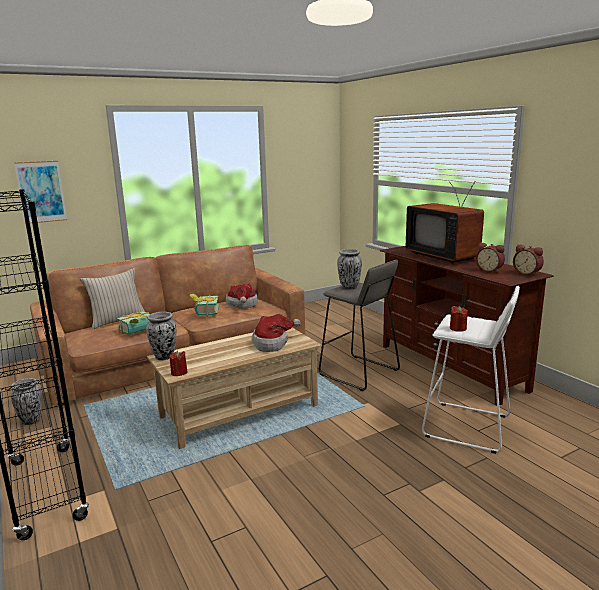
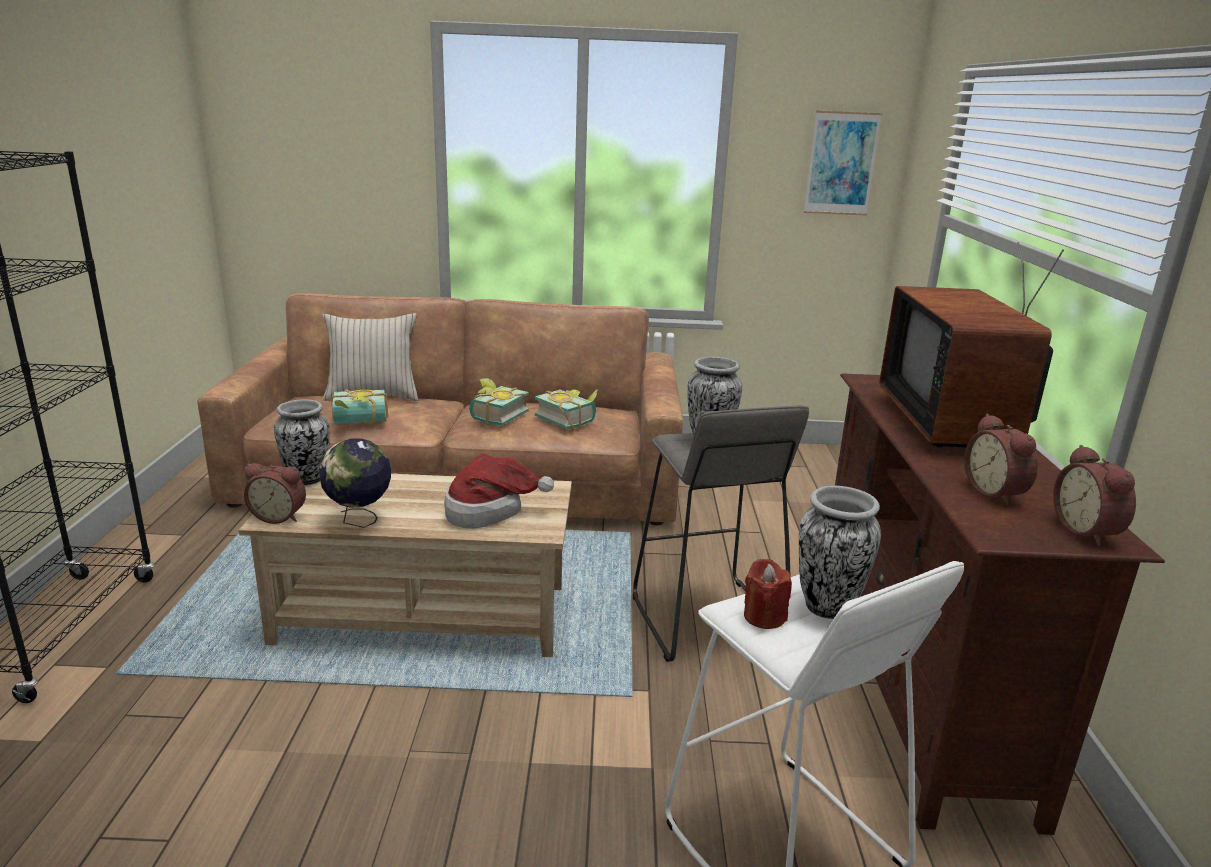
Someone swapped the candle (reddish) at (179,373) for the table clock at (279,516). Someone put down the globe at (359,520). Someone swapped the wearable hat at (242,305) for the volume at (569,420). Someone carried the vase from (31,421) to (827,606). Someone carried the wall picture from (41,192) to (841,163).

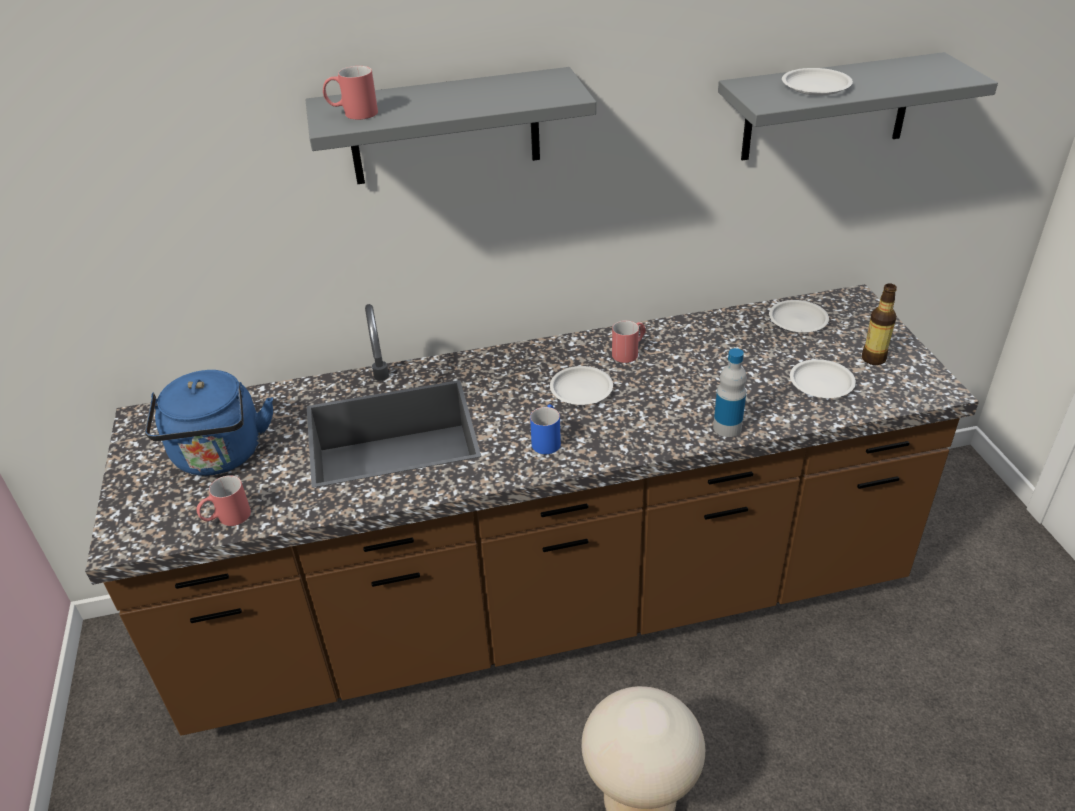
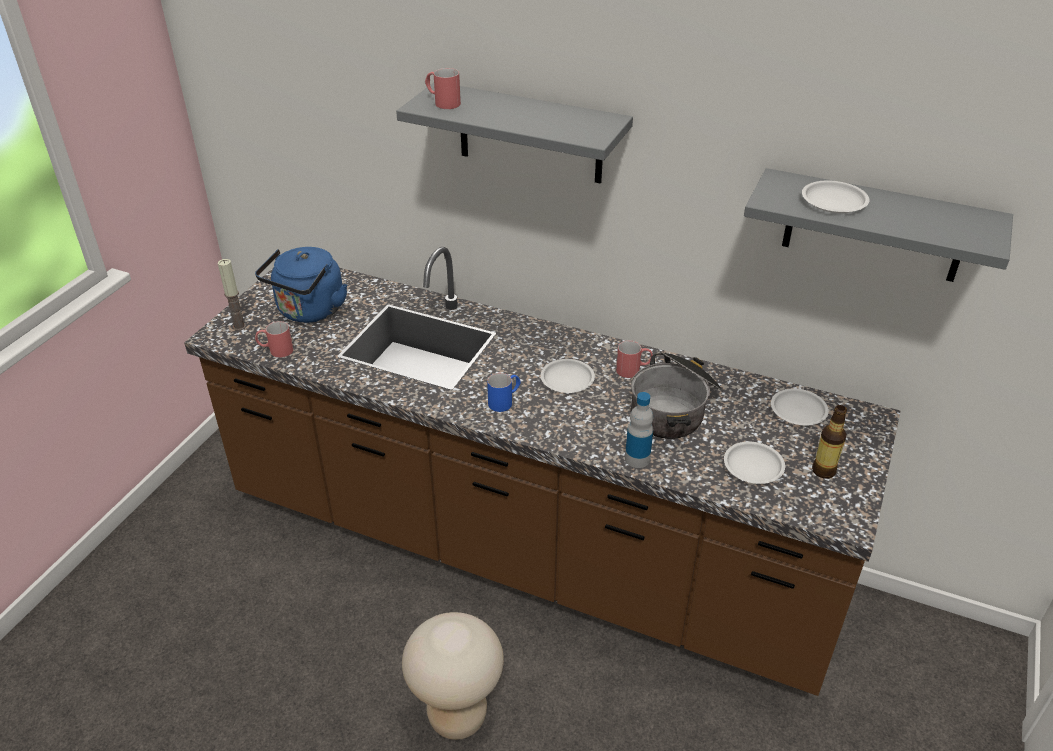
Someone put down the candle at (239,326). Someone put down the saucepot at (675,409).

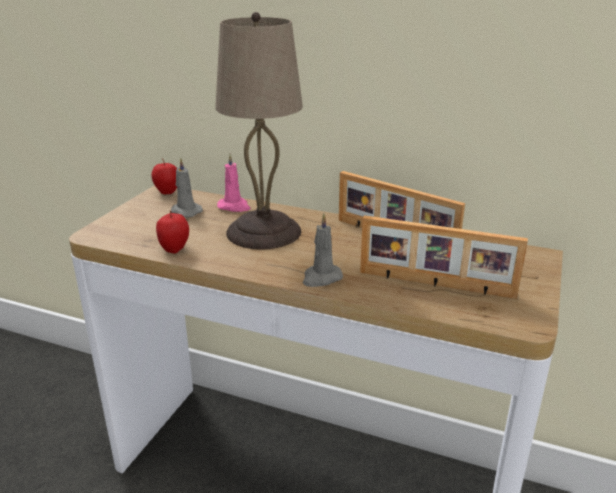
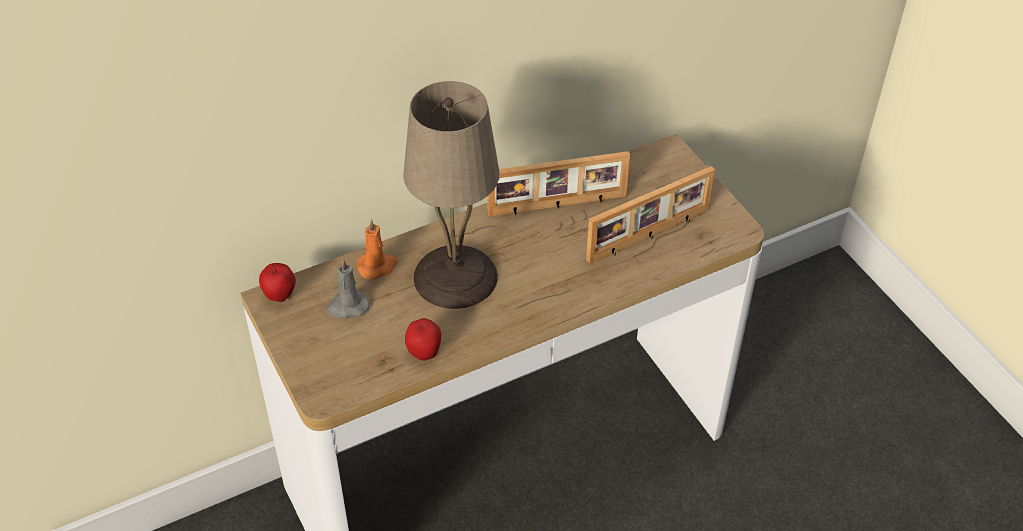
Someone repainted the candle (pink) at (234,207), which became the candle (orange) at (378,266). Someone took away the candle (gray) at (321,278).

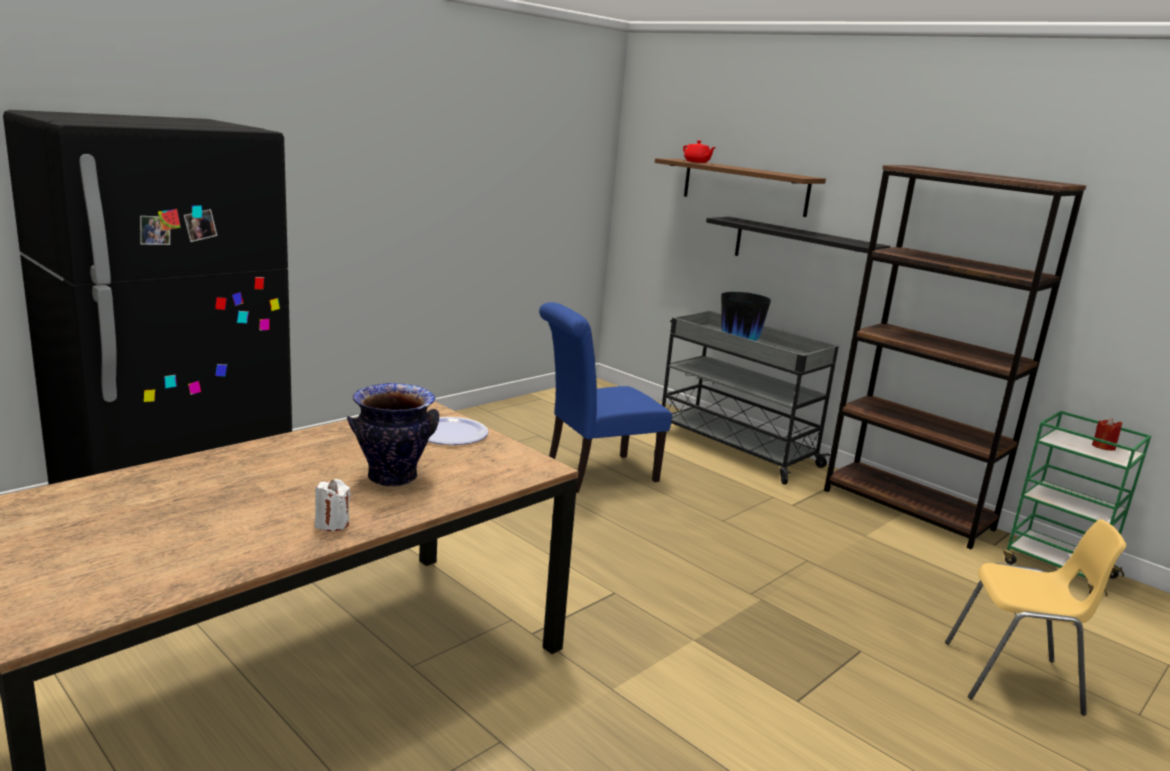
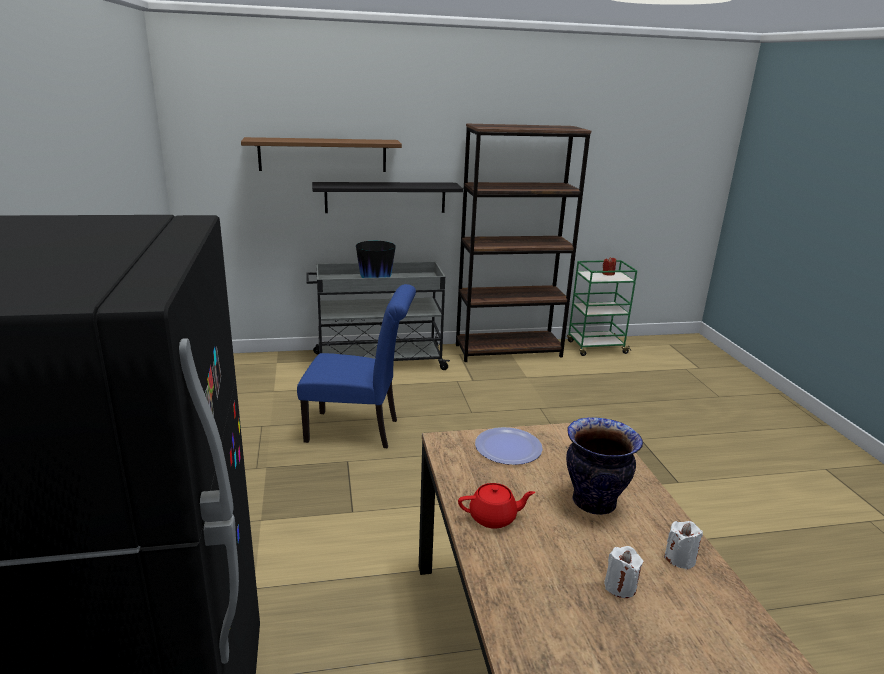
Someone rotated the plain chair (blue) at (594,474) by 90 degrees counterclockwise. Someone carried the pot for tea (reddish) from (697,162) to (493,517). Someone put down the candle (white) at (620,586). Someone took away the plain chair (yellow) at (1013,679).

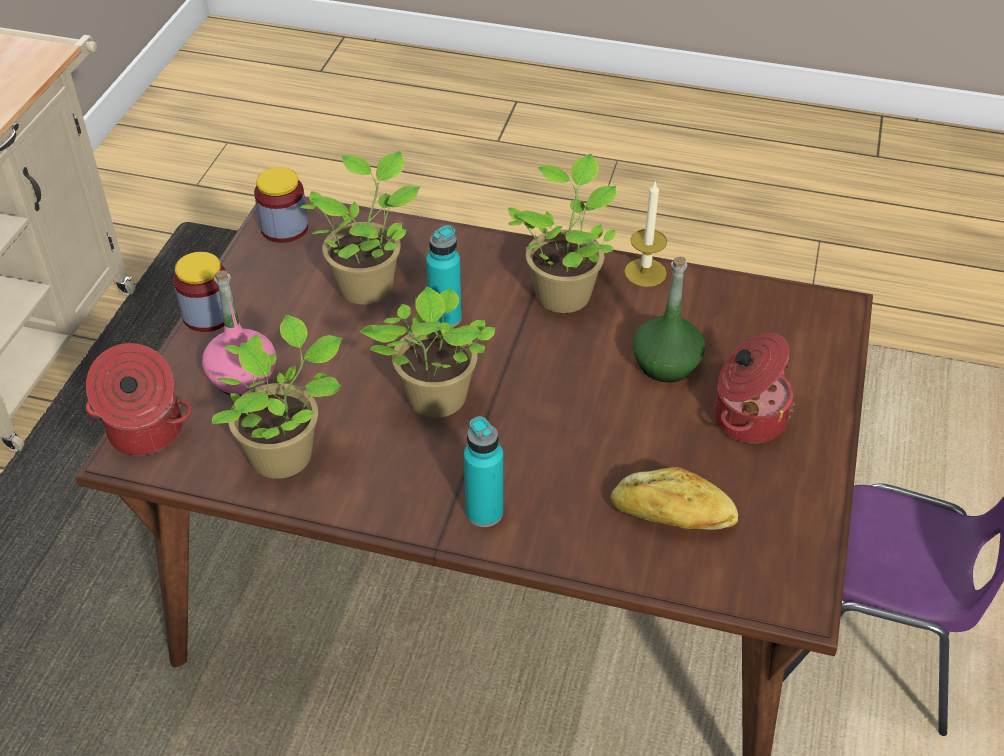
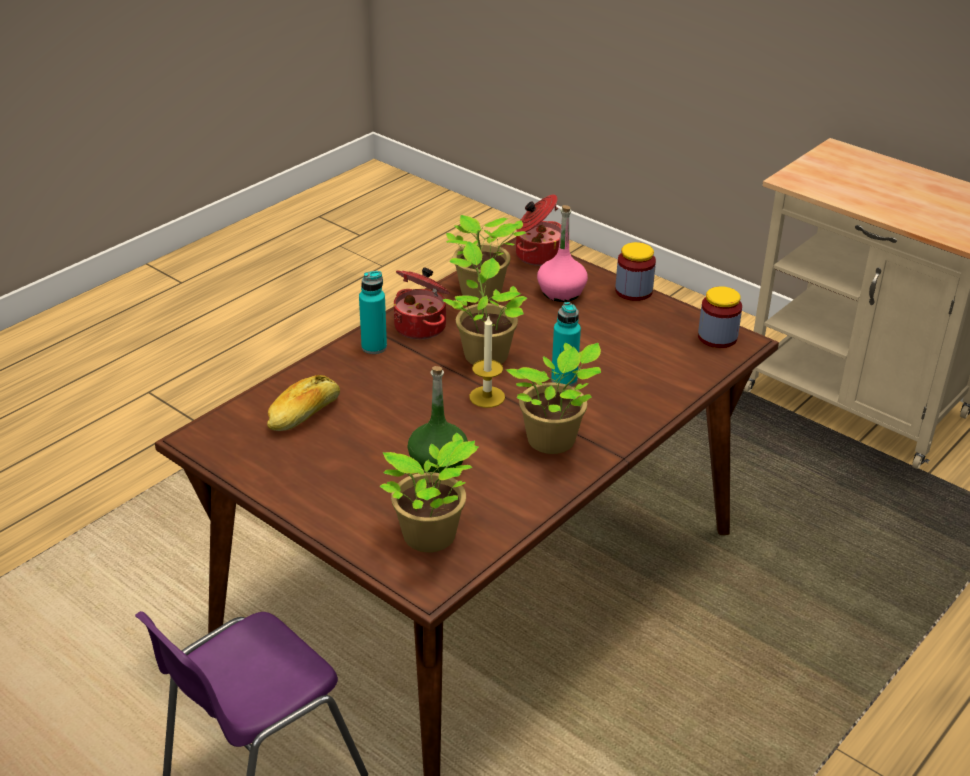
Someone carried the houseplant from (368,285) to (431,538). Someone carried the saucepot from (746,418) to (421,326). Someone carried the candle from (645,272) to (487,397).

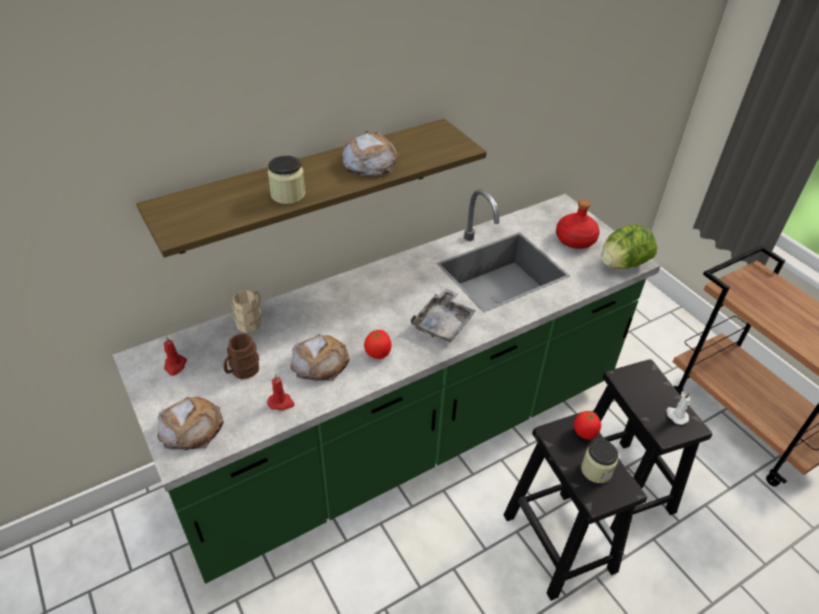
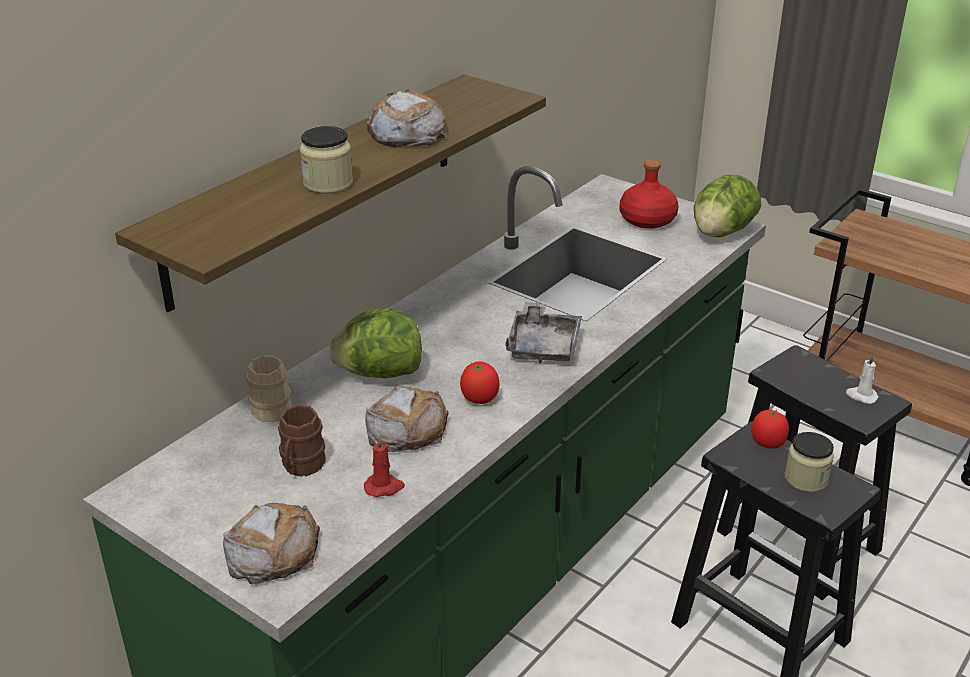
Someone put down the head of lettuce at (379,374). Someone took away the candle (reddish) at (175,366).

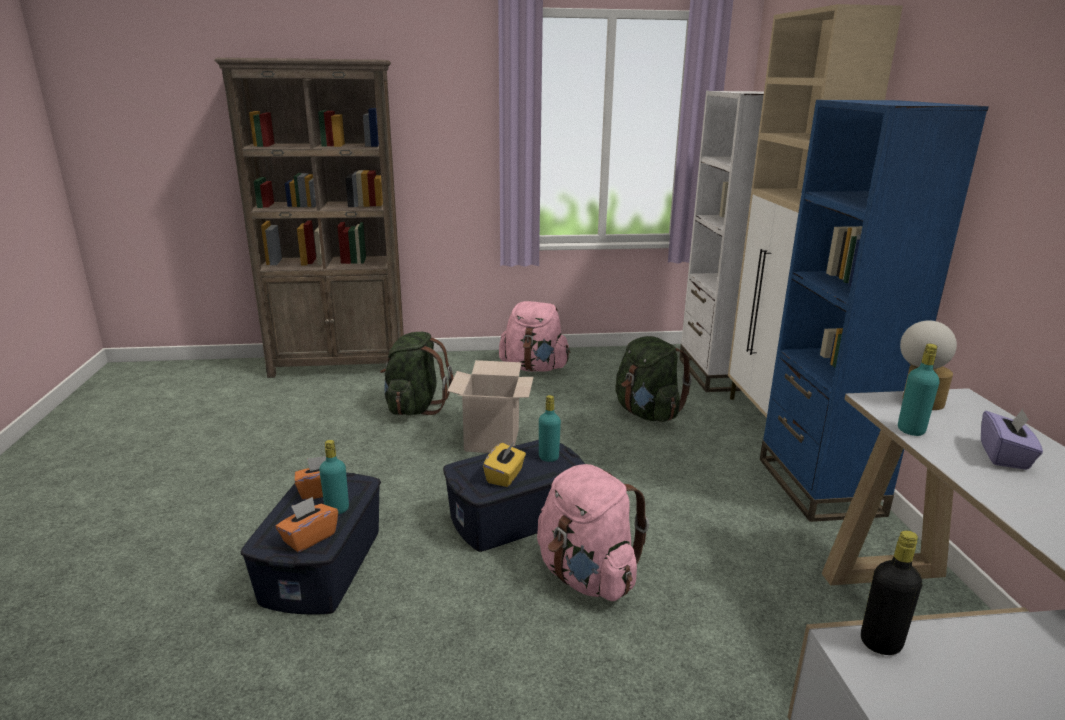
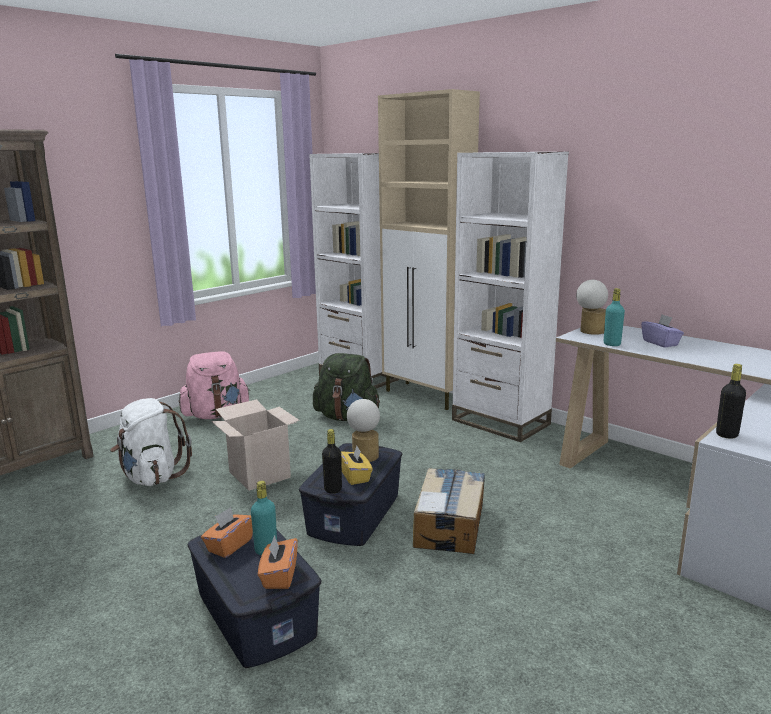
Someone repainted the knapsack (greenish) at (415,407), which became the knapsack (white) at (152,477). Someone put down the drink bottle (blackish) at (333,489). Someone swapped the drink bottle (turquoise-coloured) at (548,457) for the lamp for a table at (365,454). Someone swapped the knapsack (pink) at (587,576) for the carton at (450,525). Someone repainted the bookshelf (blue) at (819,486), which became the bookshelf (white) at (500,422).

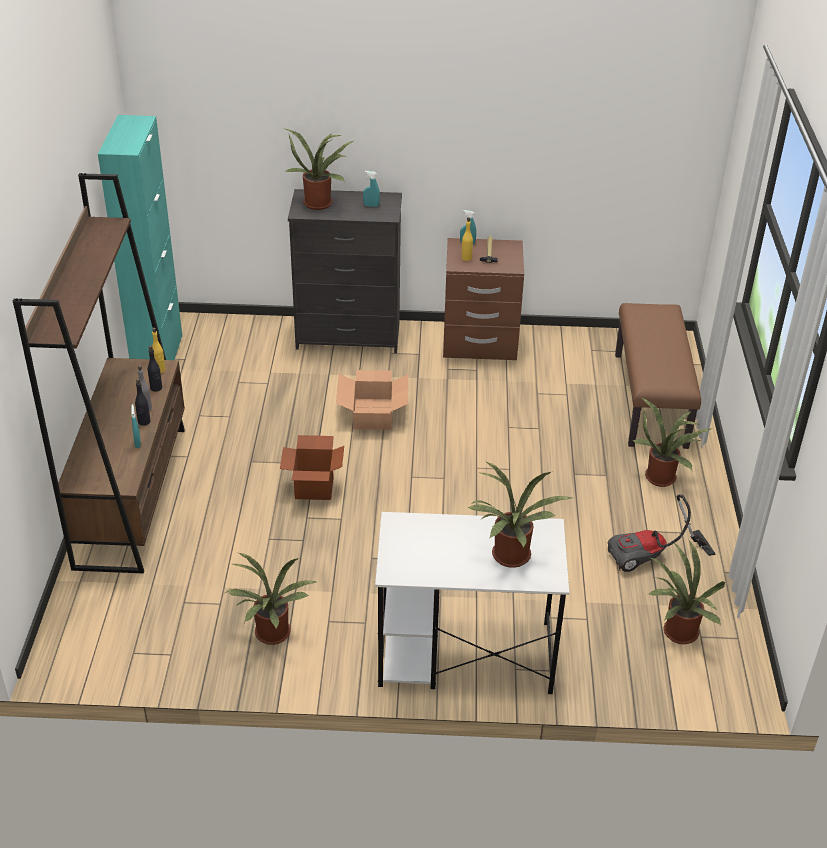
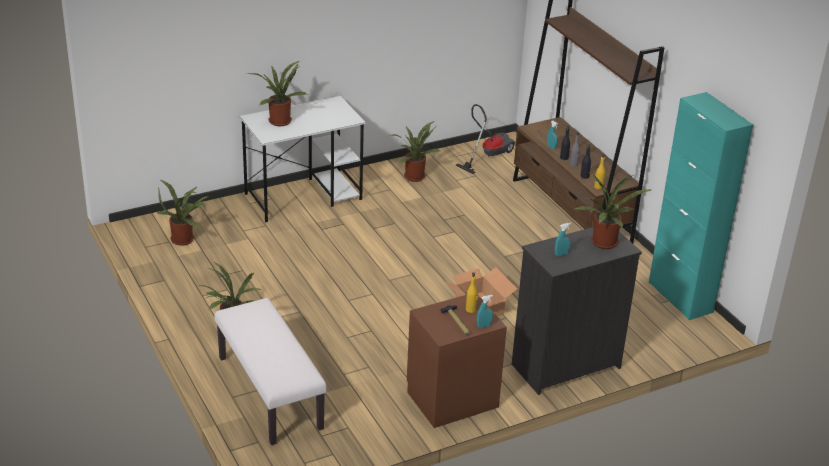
Someone repainted the long seat (brown-coloured) at (651,400), which became the long seat (white) at (268,393). Someone carried the hoover from (652,557) to (487,154). Someone took away the carton at (314,488).

